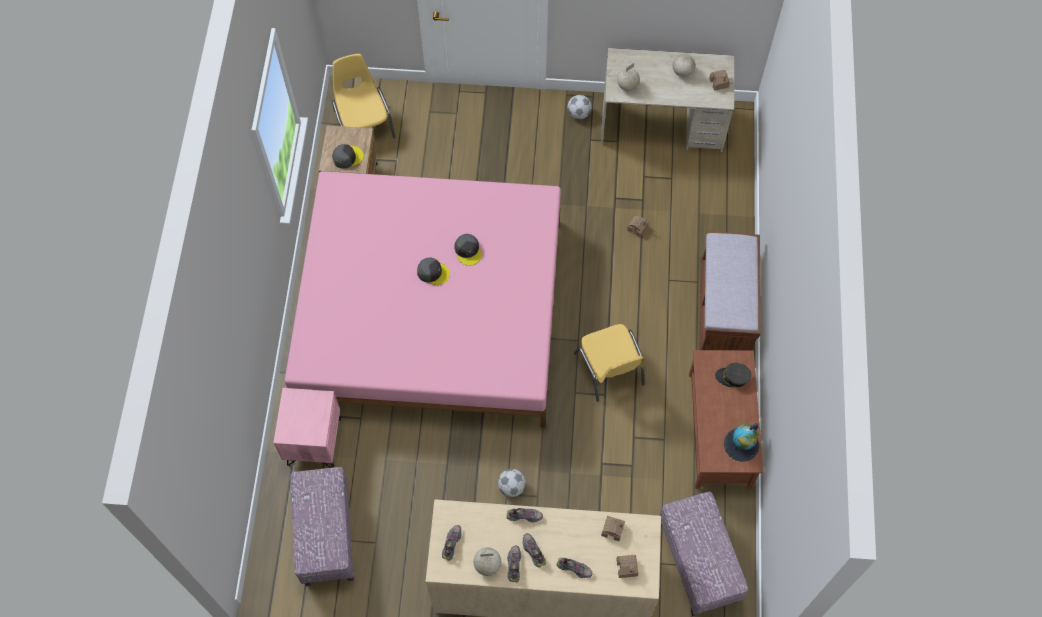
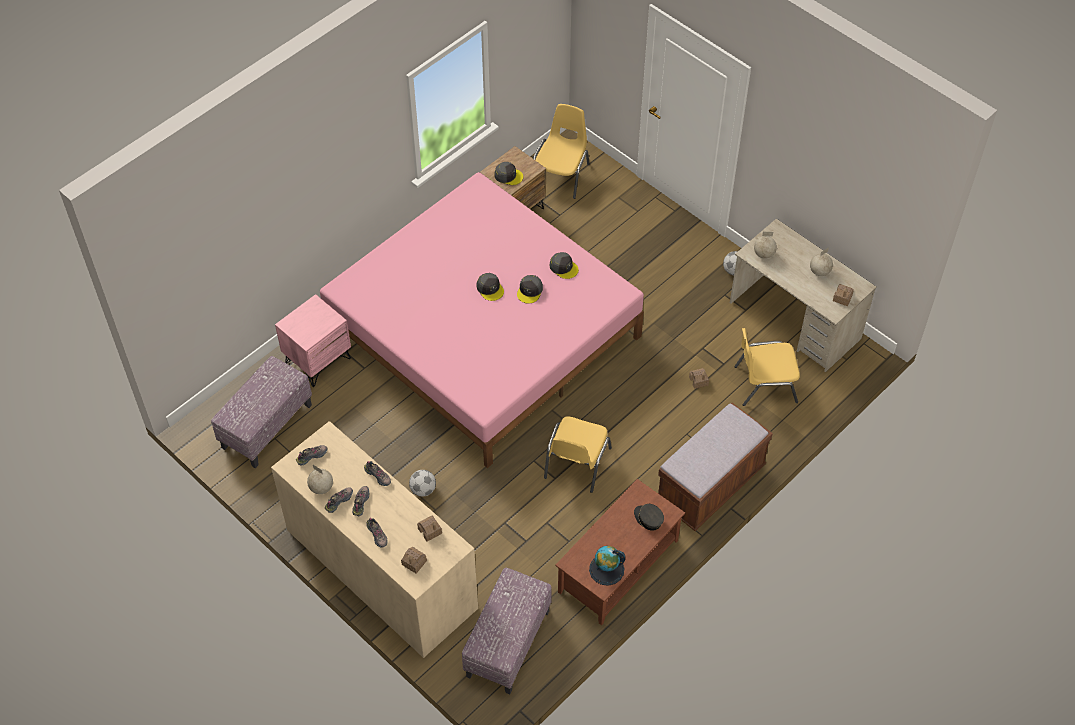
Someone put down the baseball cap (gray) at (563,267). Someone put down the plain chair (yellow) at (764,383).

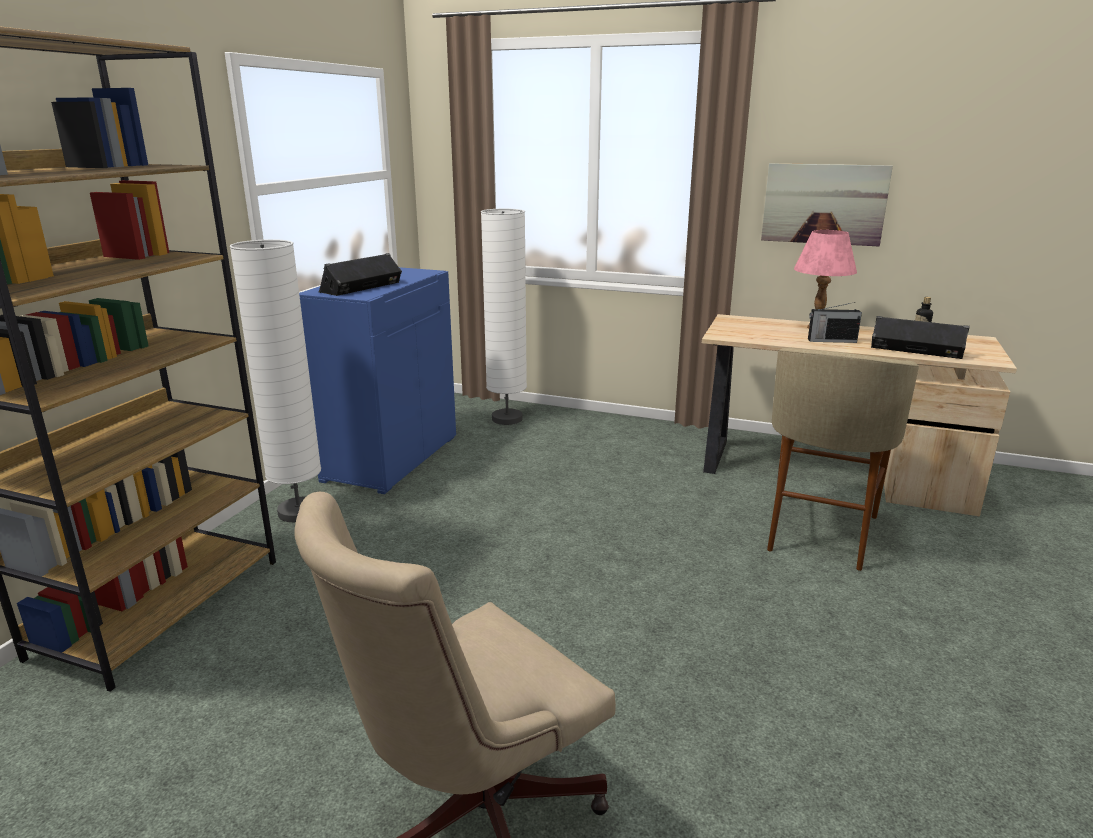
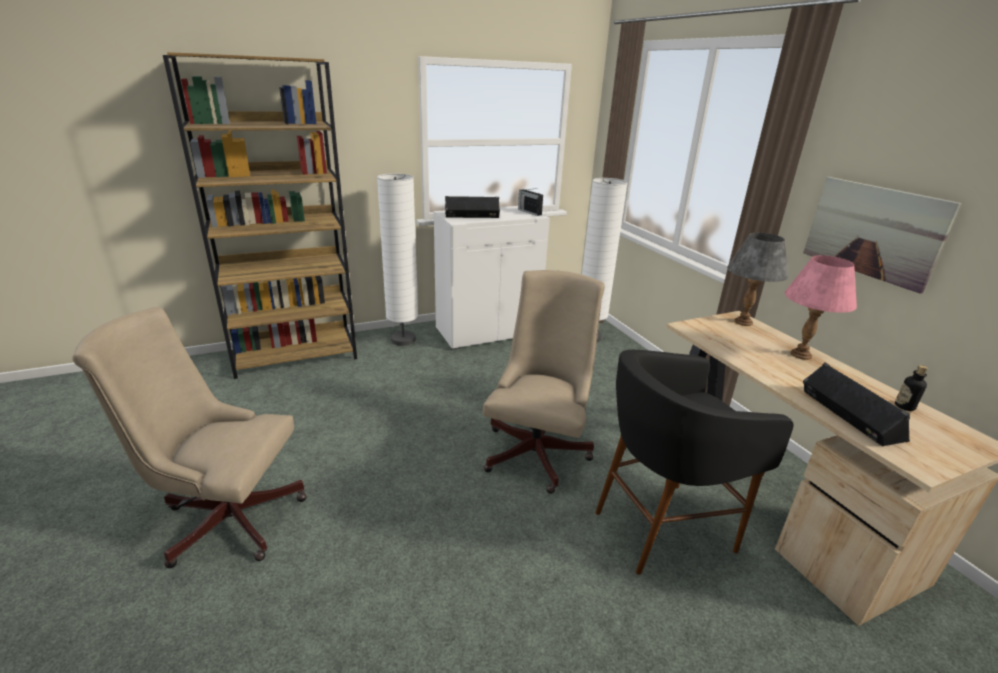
Someone repainted the cupboard (blue) at (390,458), which became the cupboard (white) at (487,331). Someone put down the office chair (beige) at (539,449). Someone carried the radio from (831,340) to (529,212). Someone repainted the sitting stool (beige) at (819,532), which became the sitting stool (blackish) at (661,528). Someone put down the lamp for a table (gray) at (743,322).

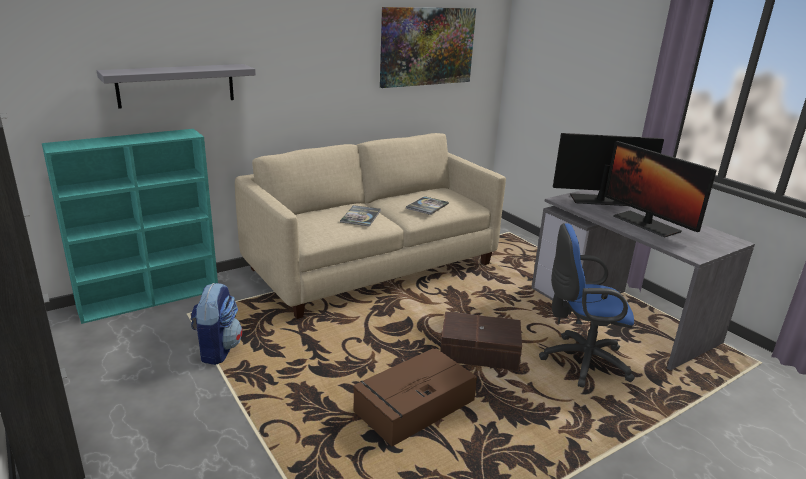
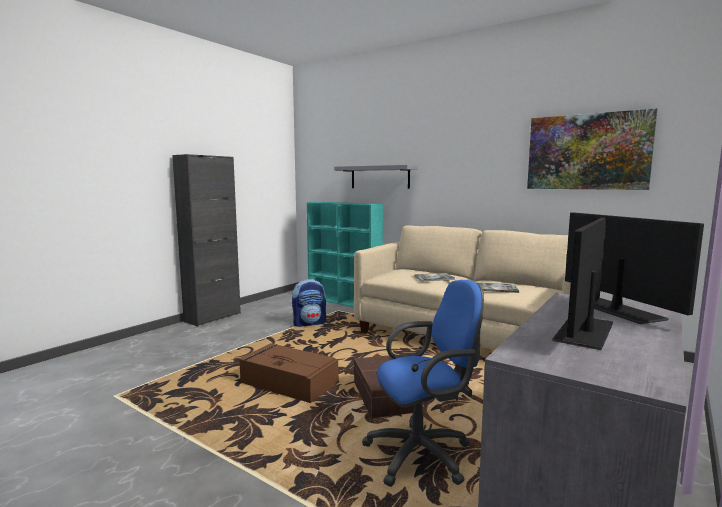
Someone rotated the office chair (blue) at (580,361) by 90 degrees clockwise.

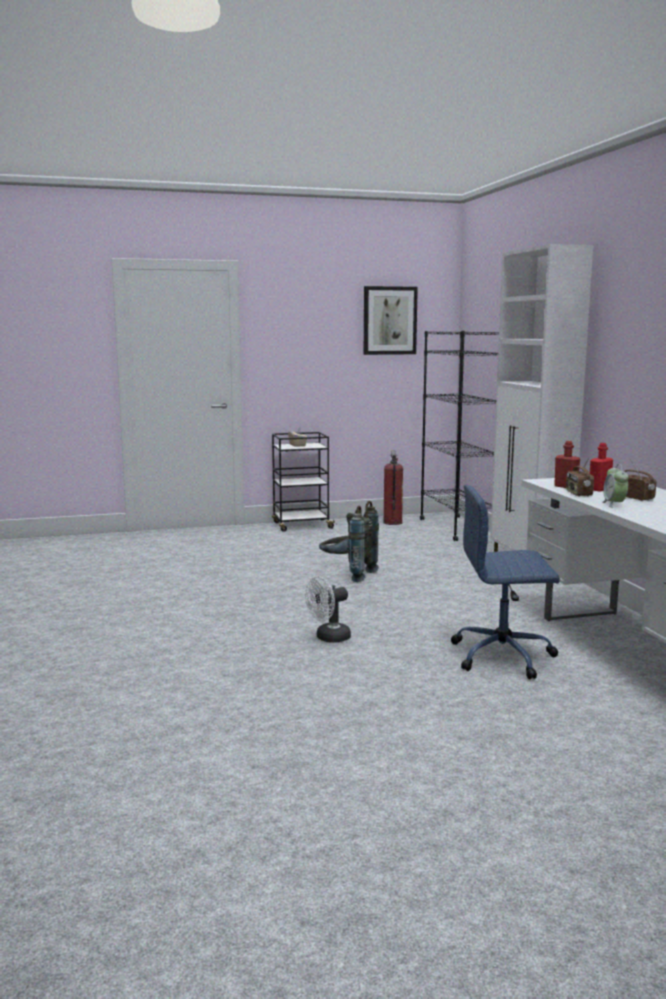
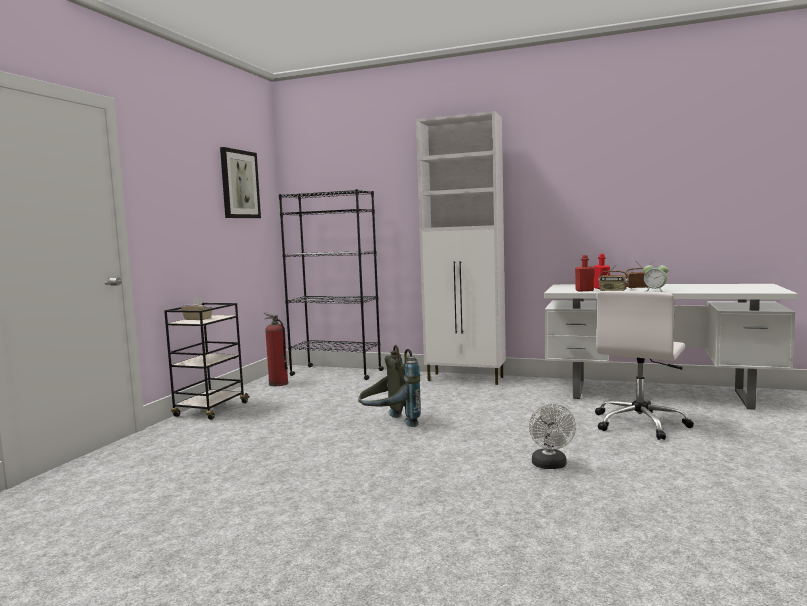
Someone repainted the office chair (blue) at (504,656), which became the office chair (white) at (640,424).

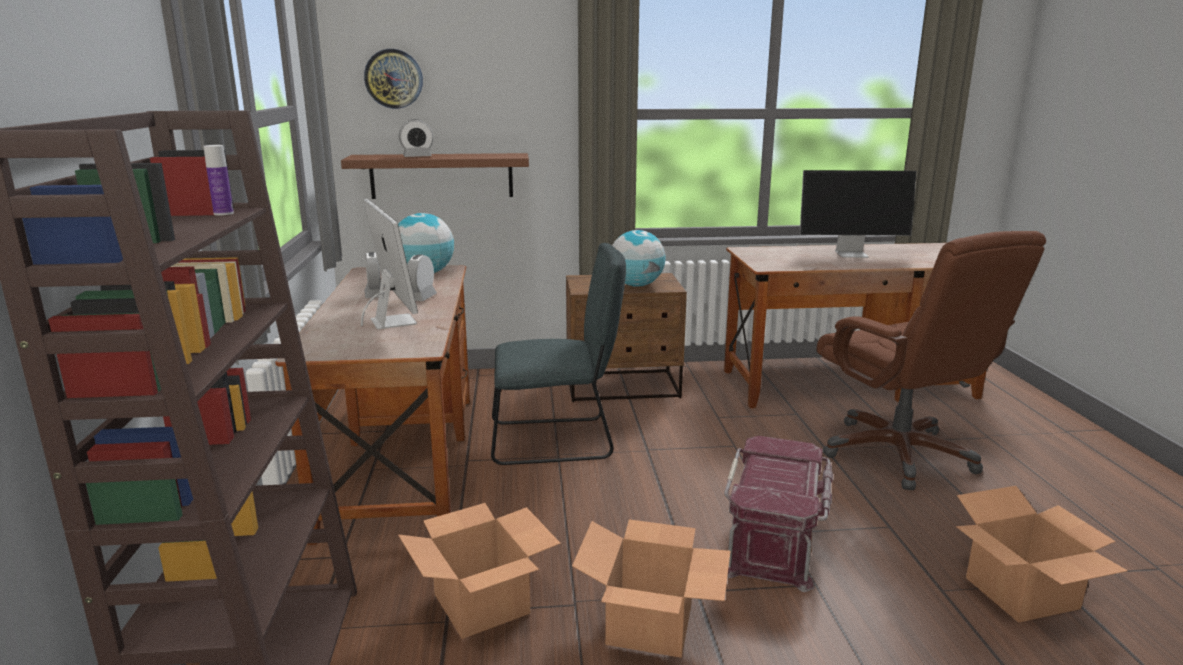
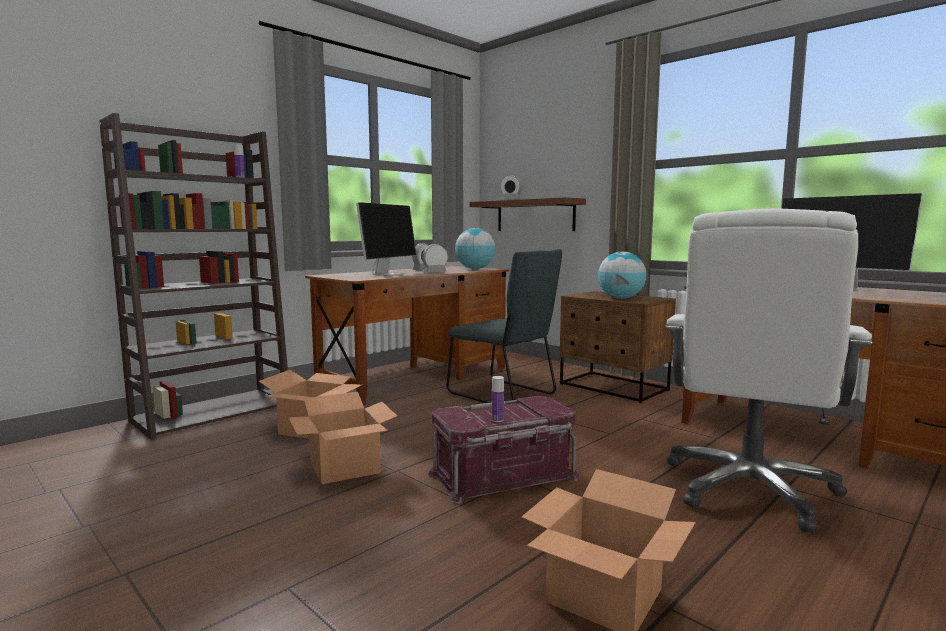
Someone put down the drink bottle at (497,420). Someone repainted the office chair (brown-coloured) at (899,454), which became the office chair (white) at (750,489). Someone took away the hanging clock at (393,79).

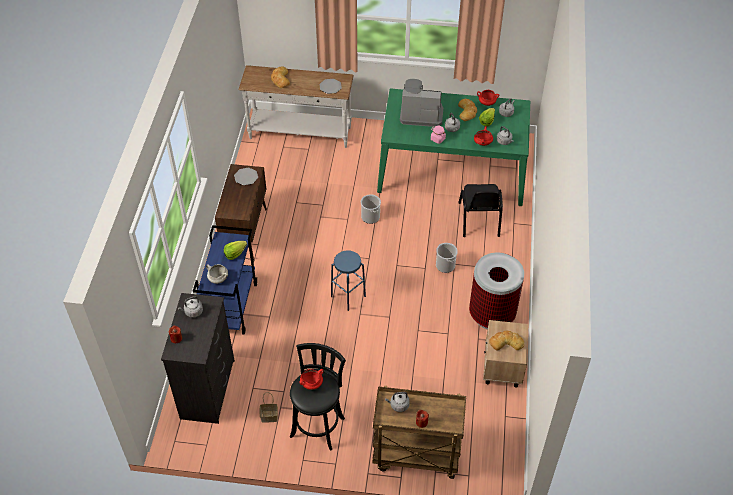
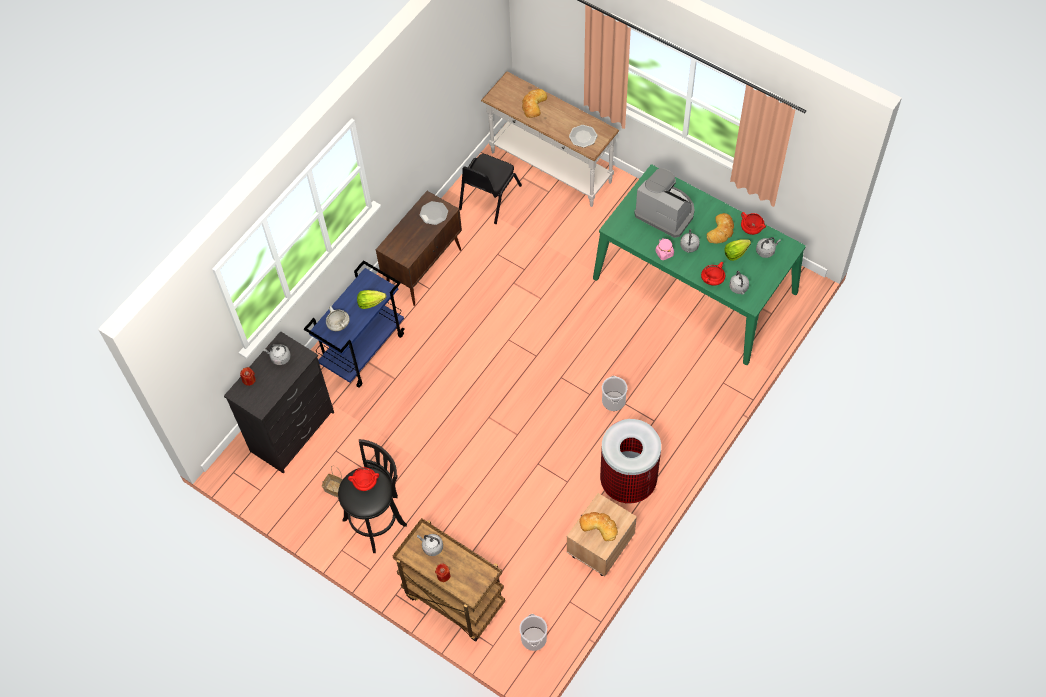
Someone carried the plain chair (blackish) from (479,220) to (489,197). Someone carried the pail from (370,217) to (533,638). Someone took away the sitting stool (blue) at (348,296).

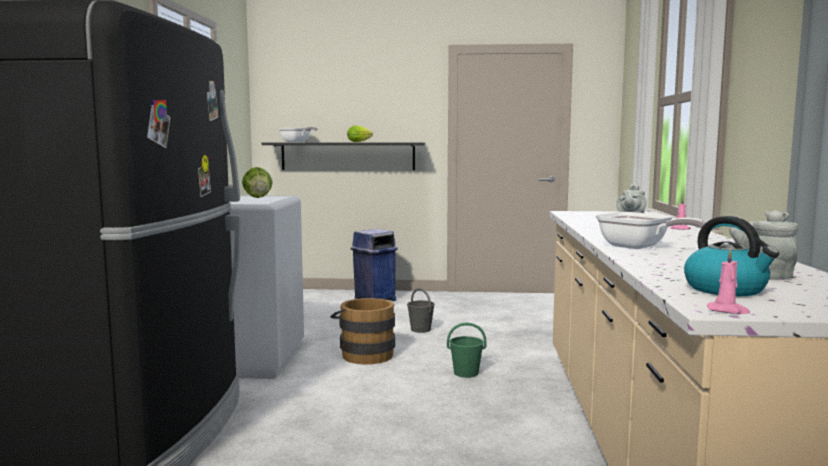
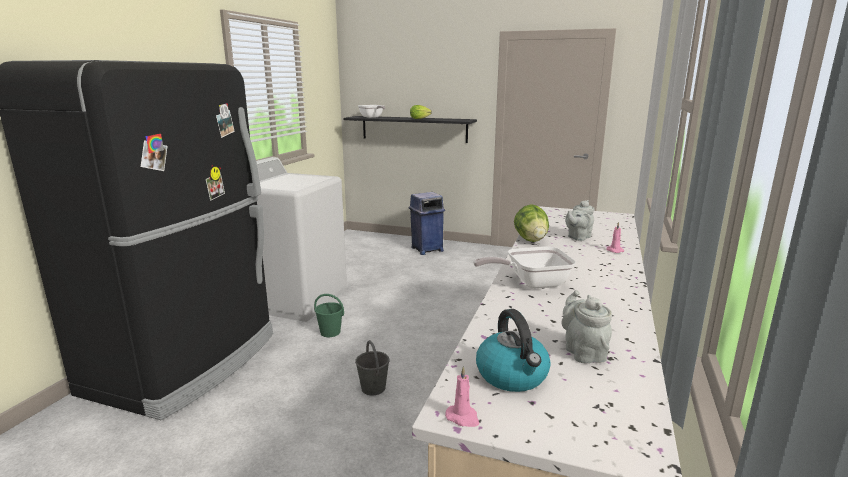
Someone carried the pail (greenish) from (465,373) to (330,332). Someone carried the pail (gray) from (421,330) to (373,388). Someone rotated the frying pan at (639,247) by 105 degrees clockwise. Someone carried the head of lettuce from (258,198) to (531,240). Someone took away the pail (brown-coloured) at (365,354).

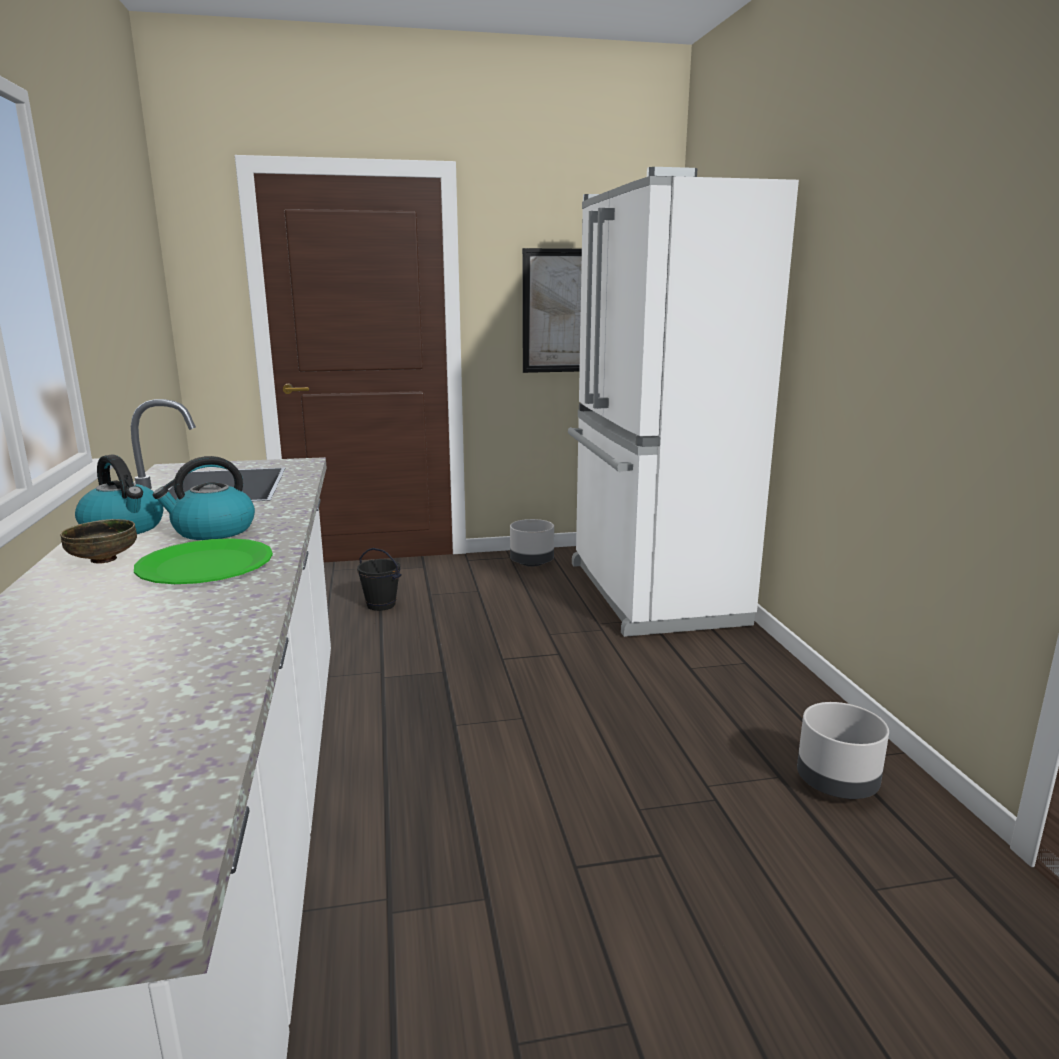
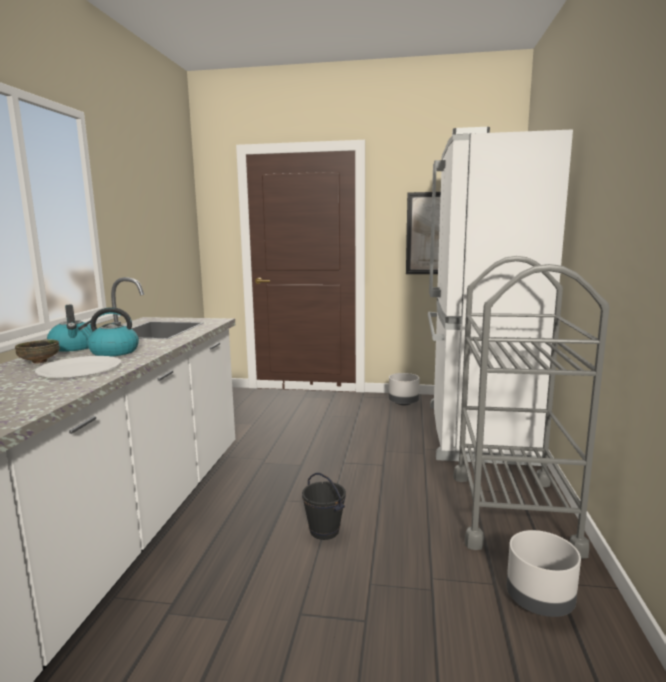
Someone repainted the dinner plate (greenish) at (206,565), which became the dinner plate (white) at (80,369). Someone carried the pail (blackish) from (381,605) to (325,531). Someone put down the trolley (gray) at (512,511).

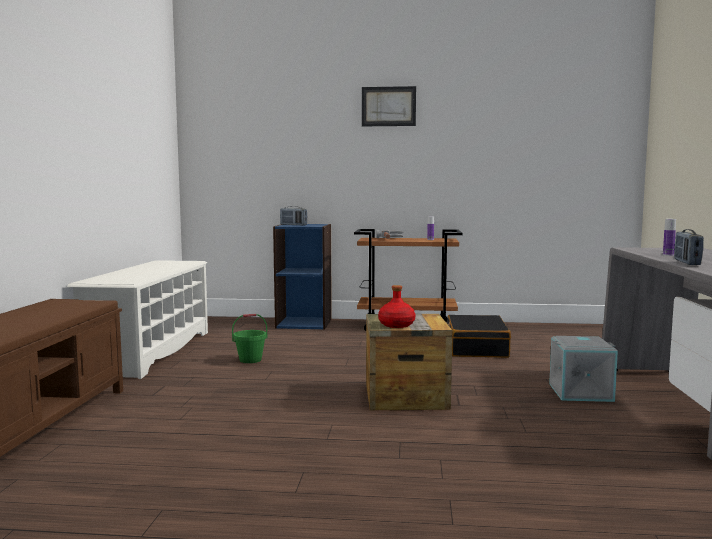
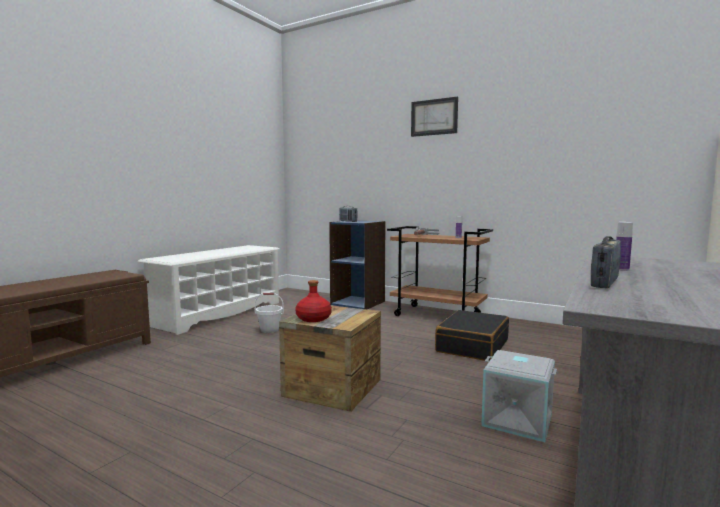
Someone repainted the pail (greenish) at (250,360), which became the pail (white) at (269,330).

